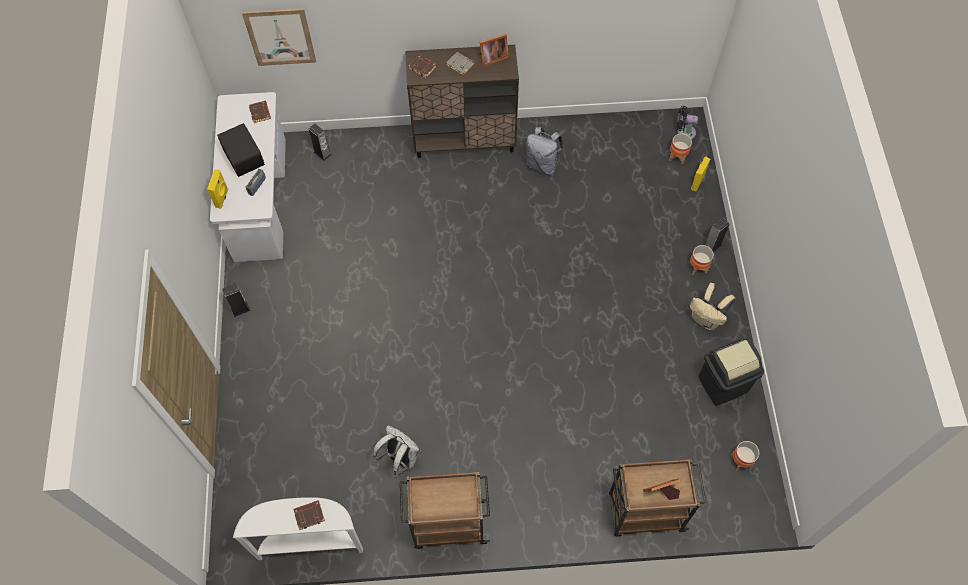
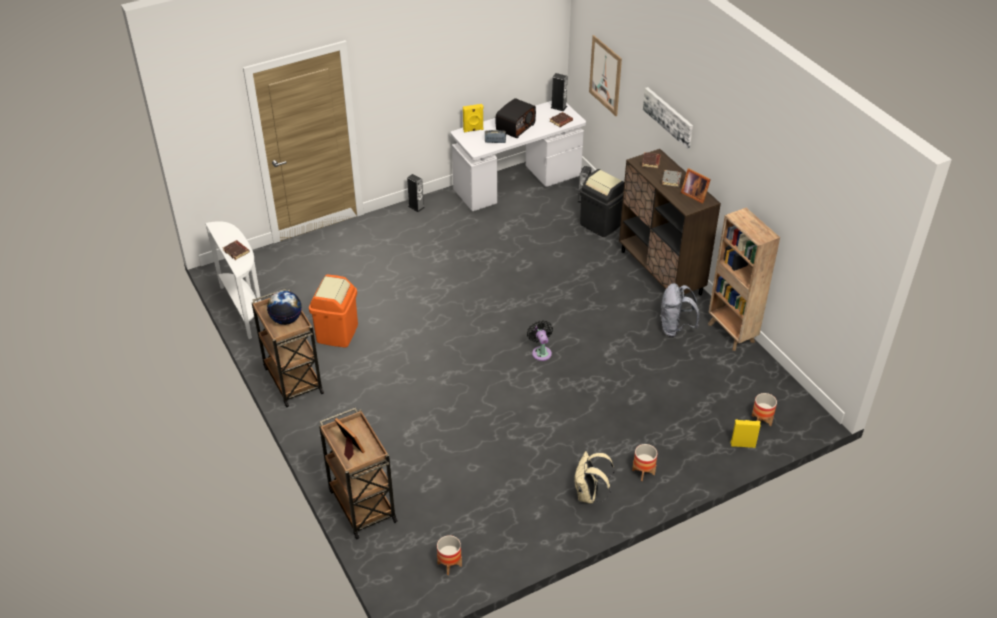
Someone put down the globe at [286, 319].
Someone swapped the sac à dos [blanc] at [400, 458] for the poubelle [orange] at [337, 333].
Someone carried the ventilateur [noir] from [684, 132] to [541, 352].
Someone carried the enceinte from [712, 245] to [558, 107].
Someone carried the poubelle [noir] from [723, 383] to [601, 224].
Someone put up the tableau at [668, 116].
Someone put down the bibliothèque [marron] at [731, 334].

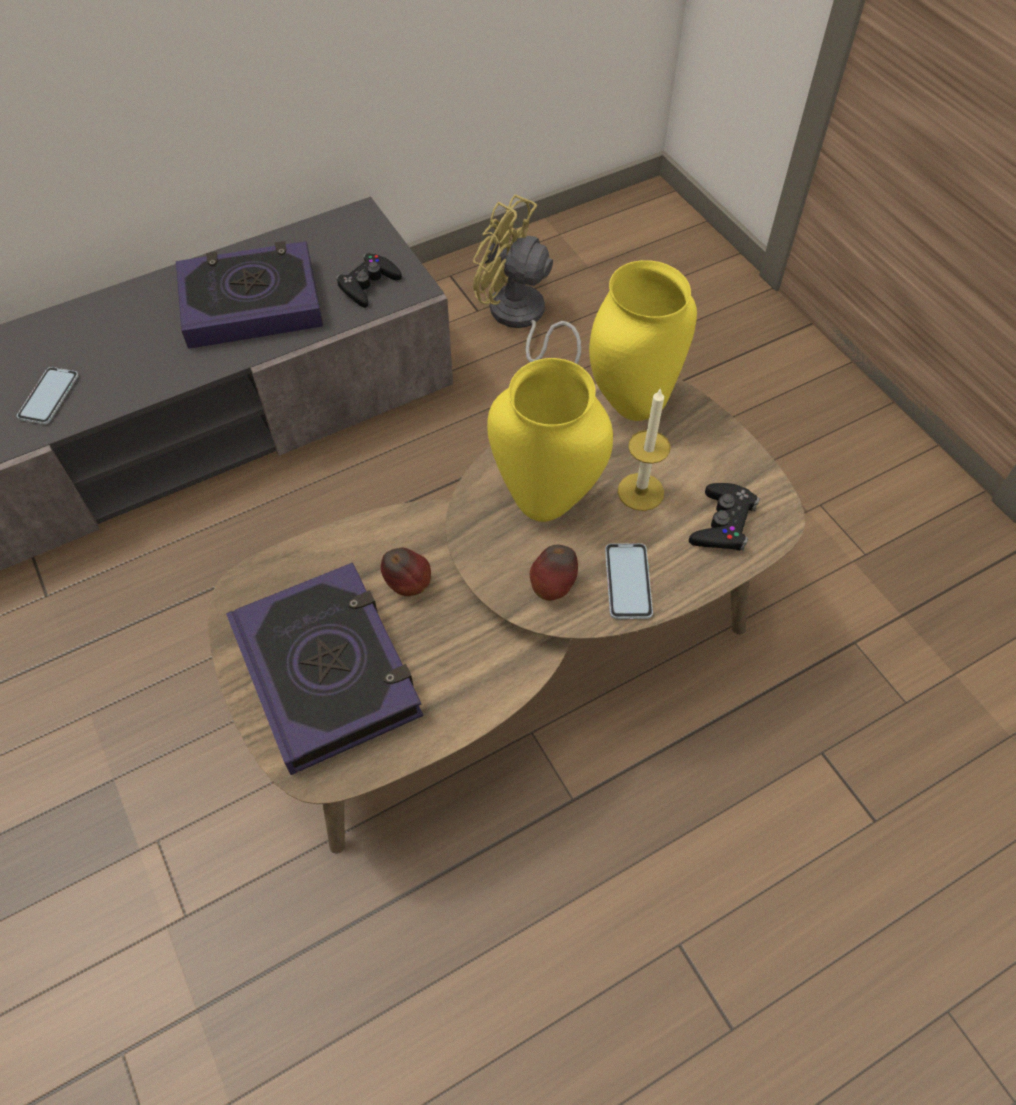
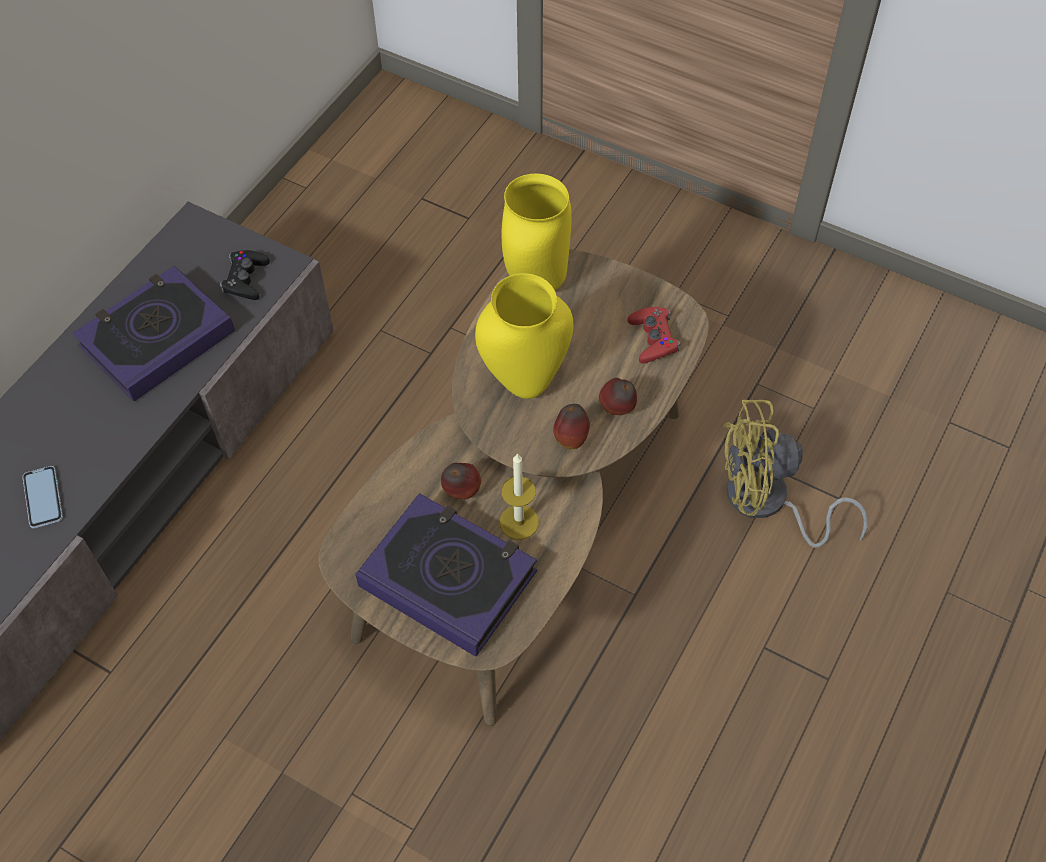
Someone carried the bougie from [640, 492] to [519, 522].
Someone swapped the téléphone at [628, 581] for the pomme at [617, 409].
Someone repainted the manette [noir] at [723, 523], which became the manette [rouge] at [653, 338].
Someone carried the ventilateur [jaune] from [520, 320] to [767, 504].

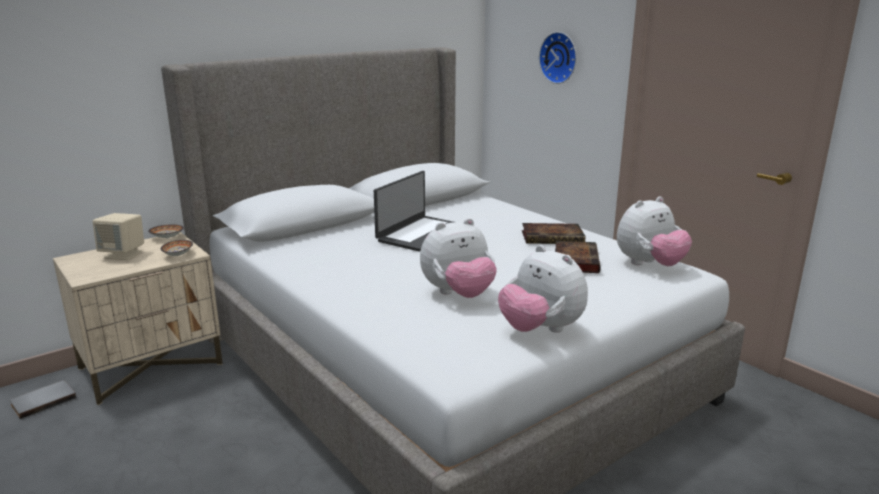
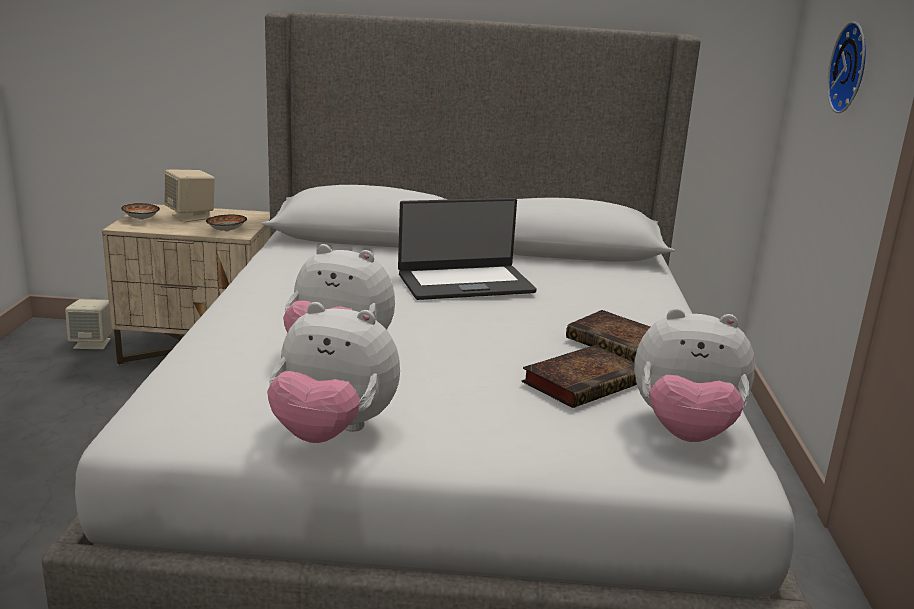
Someone swapped the livre [gris] at [43, 400] for the enceinte [beige] at [93, 343].
Someone carried the bol from [167, 237] to [141, 219].
Someone rotated the peluche at [540, 329] by 75 degrees counterclockwise.

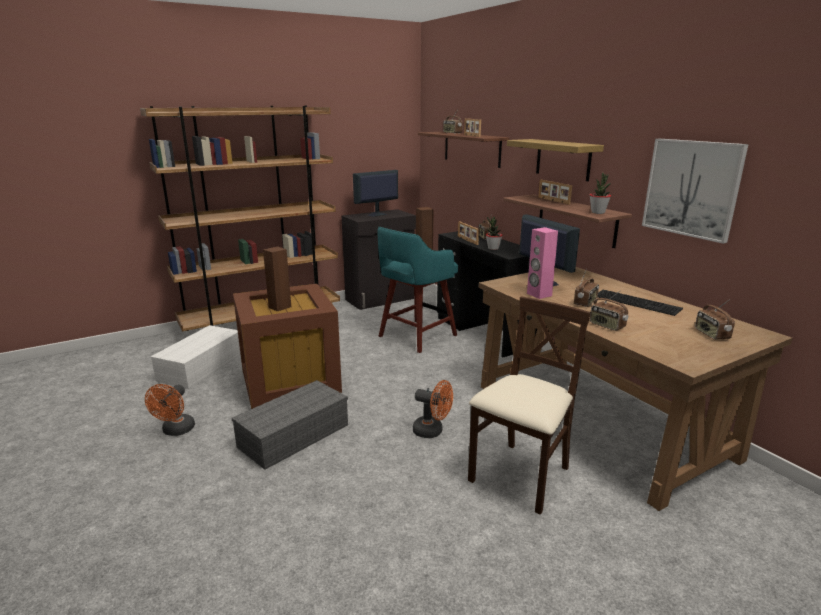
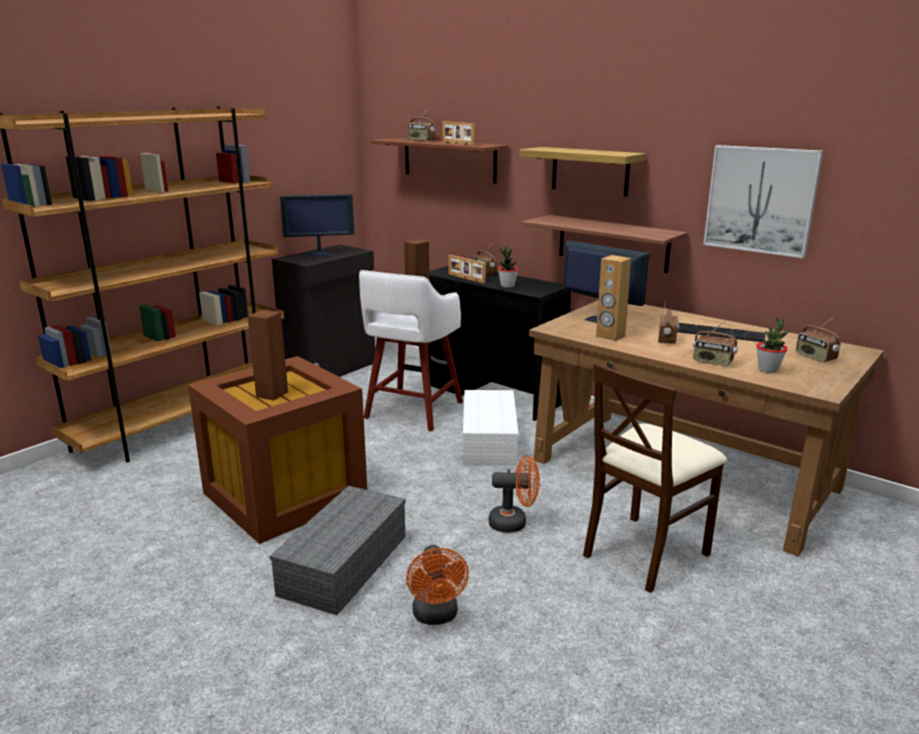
Someone rotated the écran d'ordinateur at [376, 214] by 135 degrees counterclockwise.
Someone repainted the tabouret [turquoise] at [415, 336], which became the tabouret [blanc] at [412, 411].
Someone carried the ventilateur [orange] from [176, 431] to [436, 616].
Someone carried the boîte de rangement [blanc] from [201, 366] to [487, 440].
Someone rotated the chaise [beige] at [520, 476] by 150 degrees counterclockwise.
Someone repainted the enceinte [rose] at [539, 294], which became the enceinte [marron] at [610, 336].
Someone carried the plante en pot from [598, 212] to [768, 370].
Someone took away the cadre photo at [553, 201].

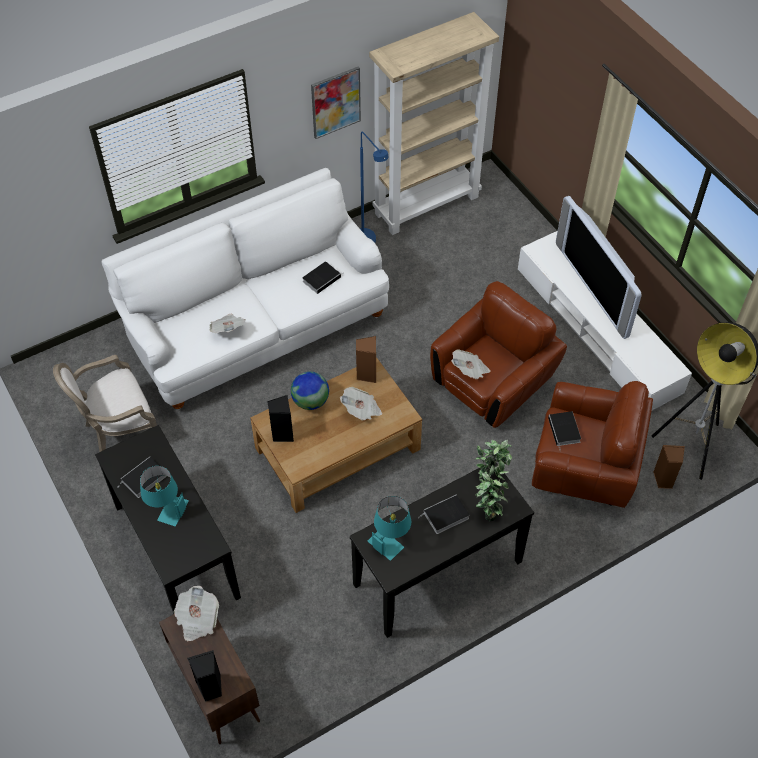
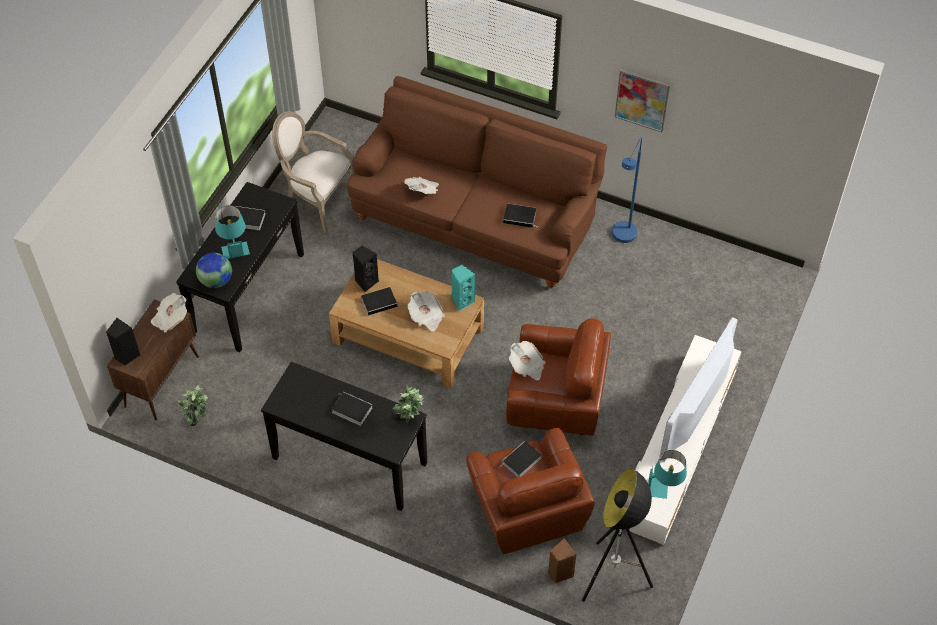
Someone carried the plante en pot from [488, 511] to [198, 419].
Someone carried the globe from [310, 401] to [216, 281].
Someone repainted the canapé [blanc] at [256, 328], which became the canapé [marron] at [475, 219].
Someone put down the livre at [380, 302].
Someone repainted the enceinte [marron] at [366, 374], which became the enceinte [turquoise] at [462, 300].
Someone carried the lampe de table [turquoise] from [390, 539] to [665, 486].
Someone took away the bibliothèque [beige] at [427, 204].

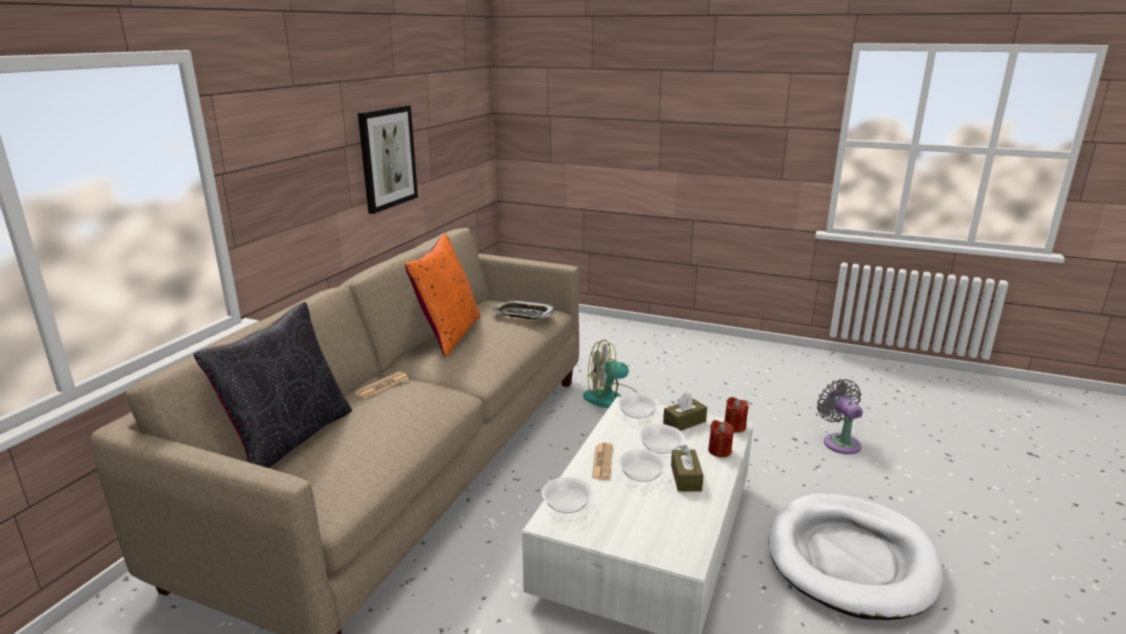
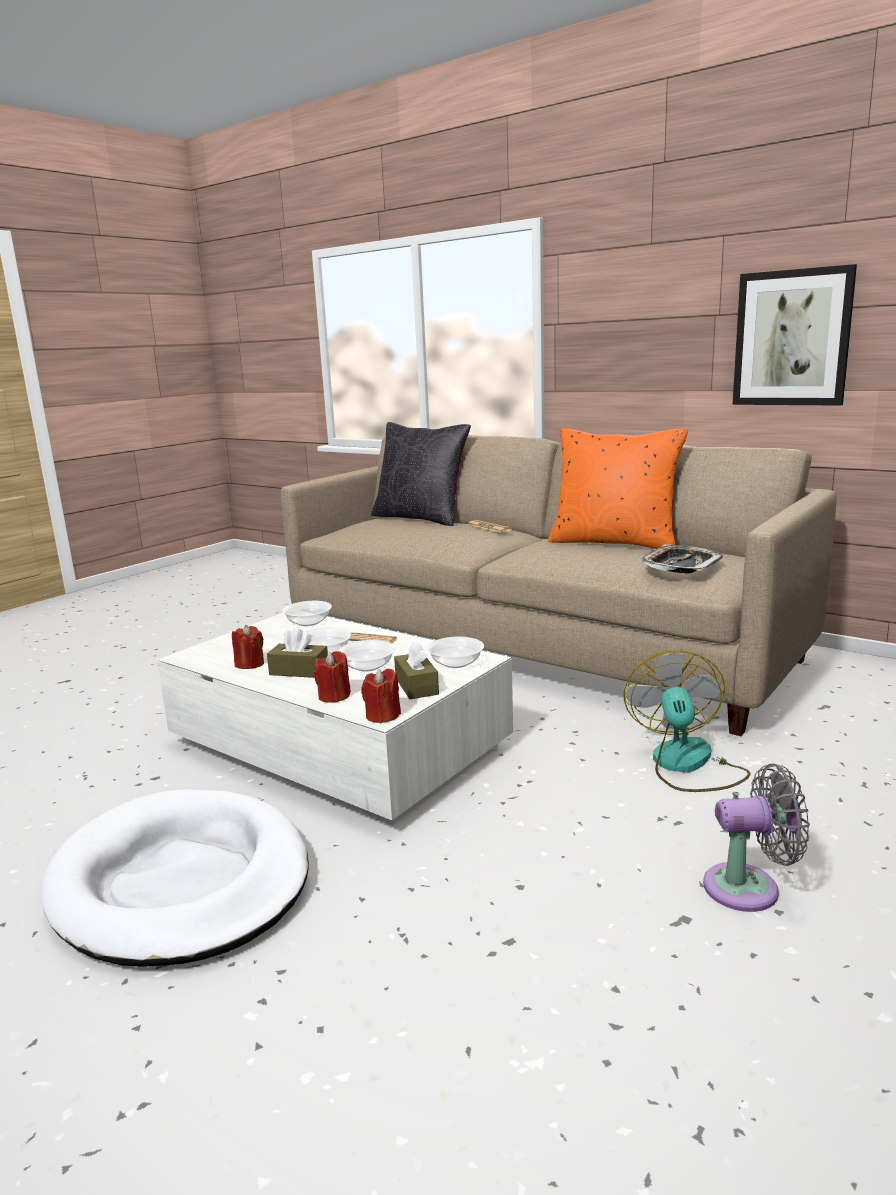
Someone put down the bougie [rouge] at [249, 664].
Someone carried the ventilateur [gris] from [839, 442] to [749, 888].

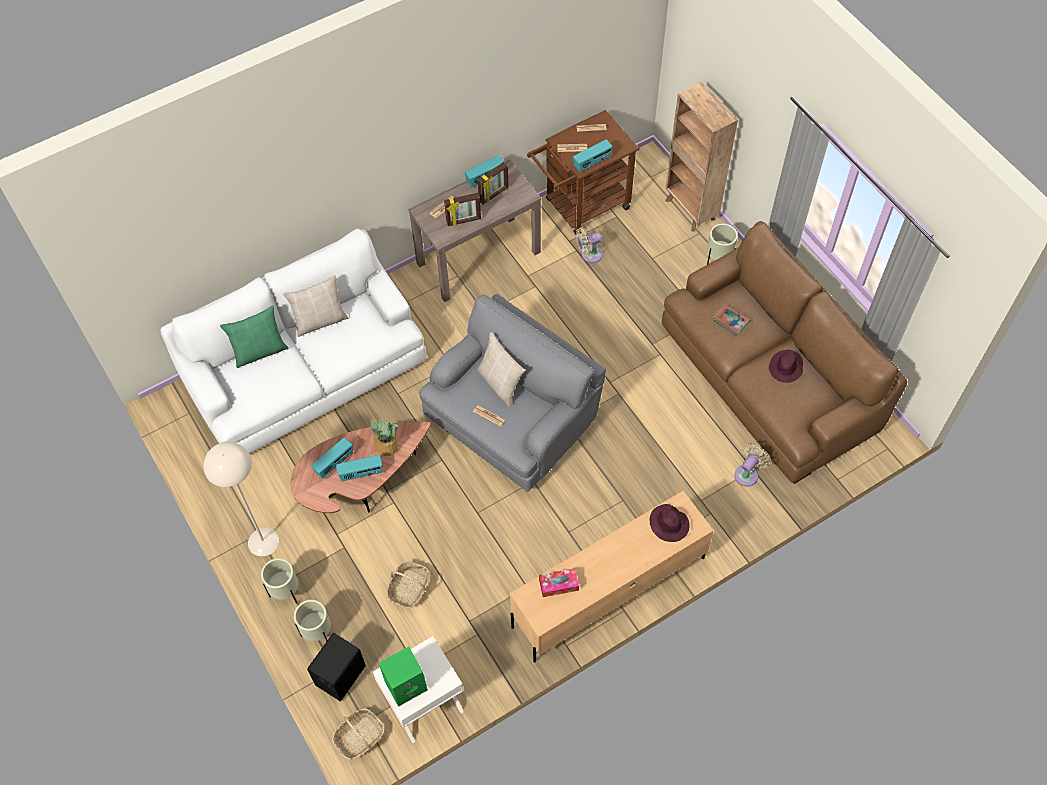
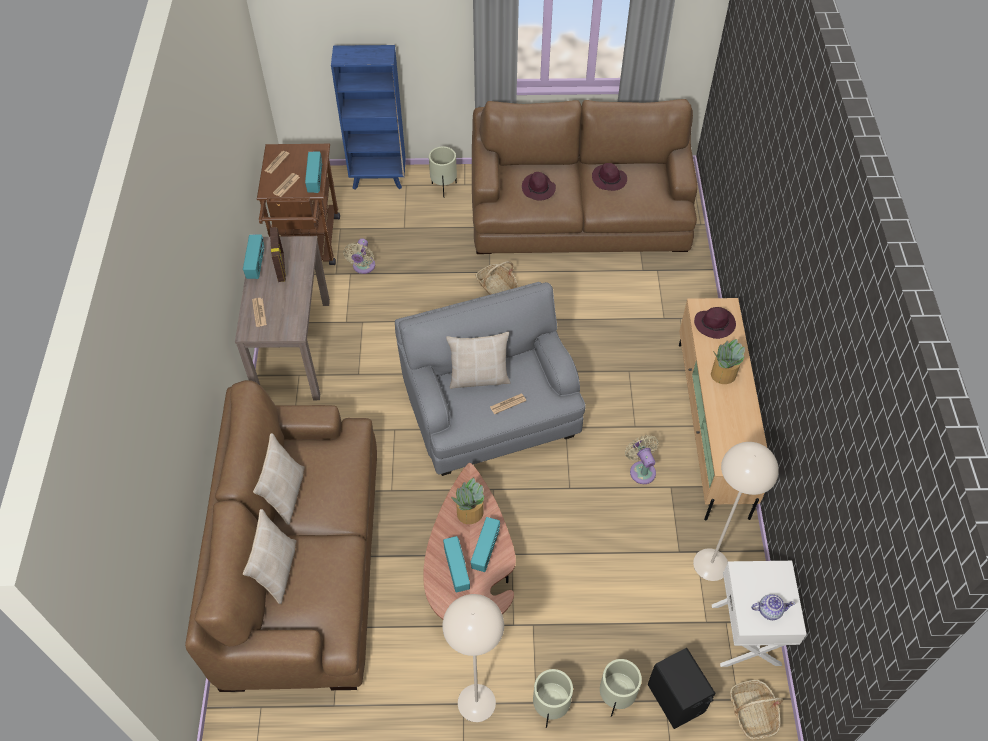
Someone repainted the canapé [blanc] at [306, 372], which became the canapé [marron] at [302, 561].
Someone repainted the coussin [vert] at [260, 351], which became the coussin [beige] at [277, 570].
Someone repainted the bibliothèque [marron] at [690, 210], which became the bibliothèque [bleu] at [379, 179].
Someone carried the panier from [409, 588] to [497, 287].
Someone swapped the livre at [731, 321] for the chapeau [violet] at [538, 189].
Someone carried the ventilateur [beige] from [748, 473] to [641, 470].
Someone put down the lampadaire [beige] at [710, 564].
Someone put down the plante en pot at [722, 374].
Someone swapped the enceinte [vert] at [406, 684] for the théière at [769, 610].
Someone took away the cadre photo at [463, 221].
Someone took away the boîte à mouchoirs at [558, 585].

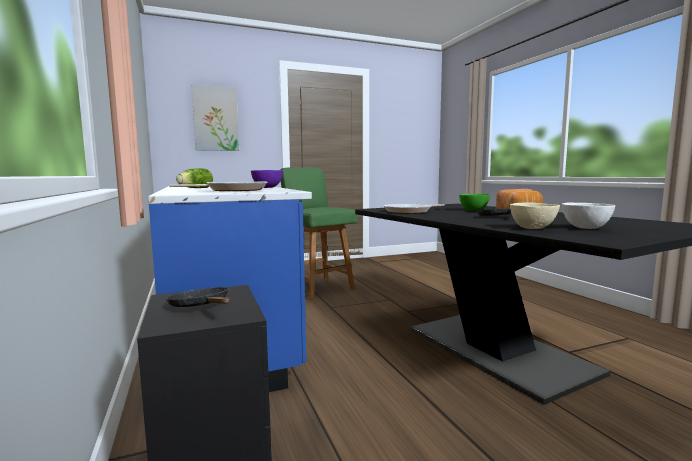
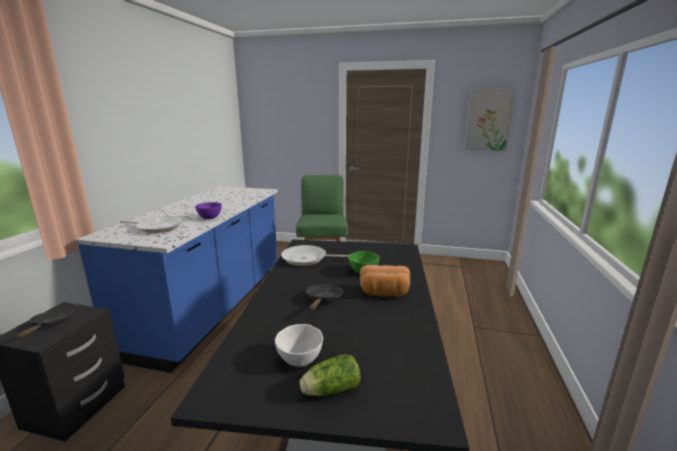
Someone carried the laitue from [194, 188] to [329, 390].
Someone carried the tableau from [215, 118] to [488, 120].
Someone took away the bol [beige] at [533, 228].

